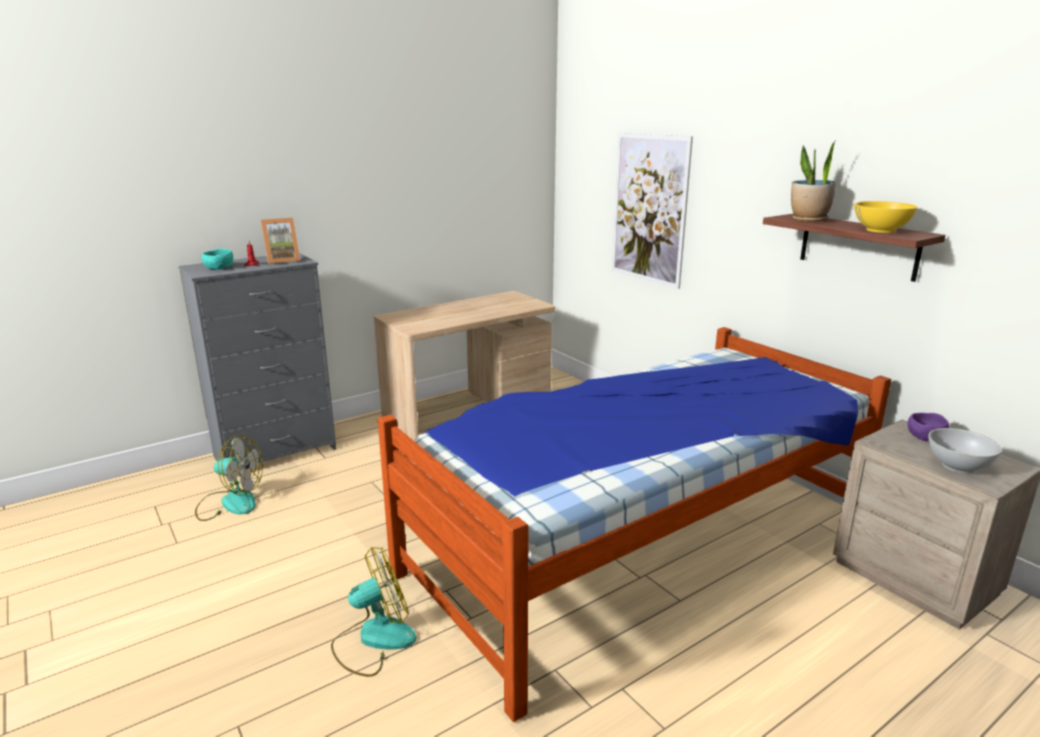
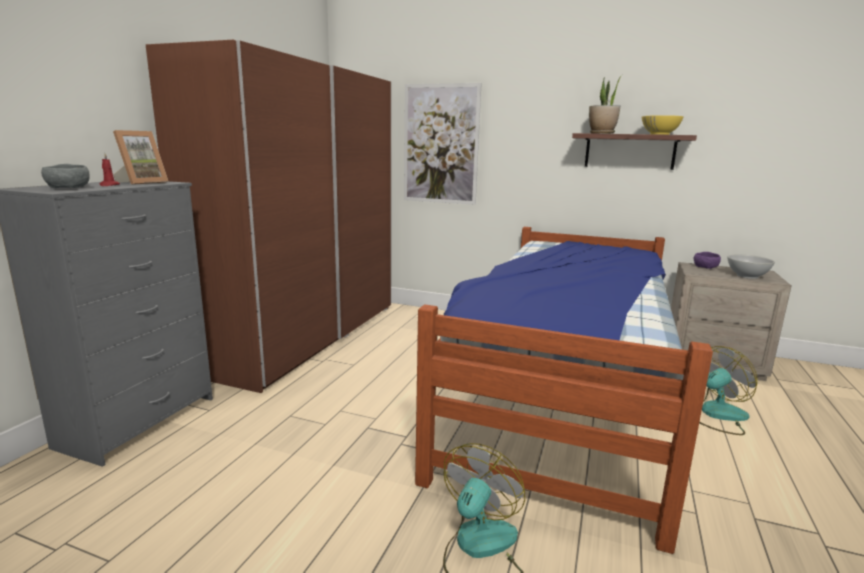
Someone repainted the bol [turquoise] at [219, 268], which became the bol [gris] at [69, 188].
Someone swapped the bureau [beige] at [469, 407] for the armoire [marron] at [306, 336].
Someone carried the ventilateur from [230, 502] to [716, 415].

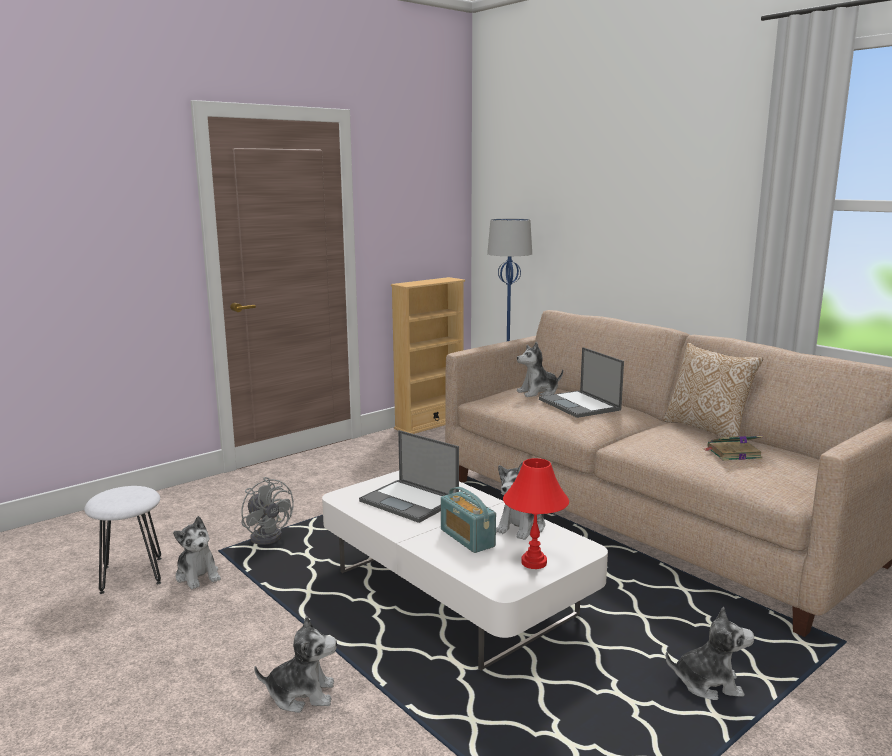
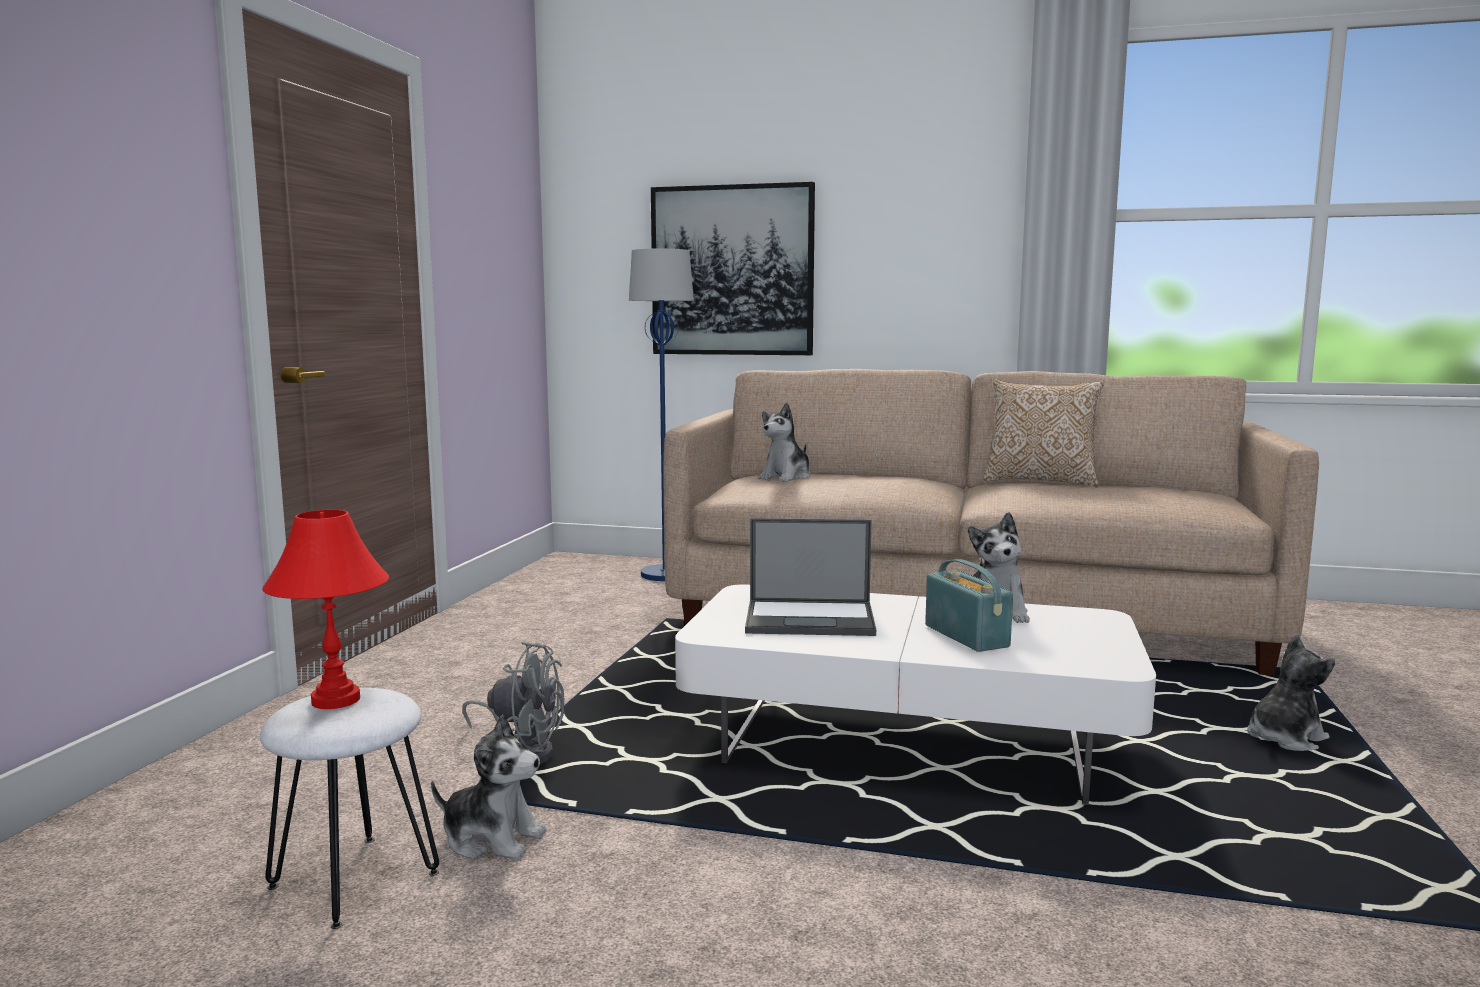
Someone carried the lampe de table [rouge] from [533, 562] to [335, 700].
Someone put up the tableau at [732, 271].
Someone rotated the radio at [467, 538] by 135 degrees counterclockwise.
Someone took away the peluche at [301, 694].
Someone took away the bibliothèque [beige] at [430, 424].
Someone took away the ordinateur portable at [580, 405].
Someone took away the livre at [732, 453].

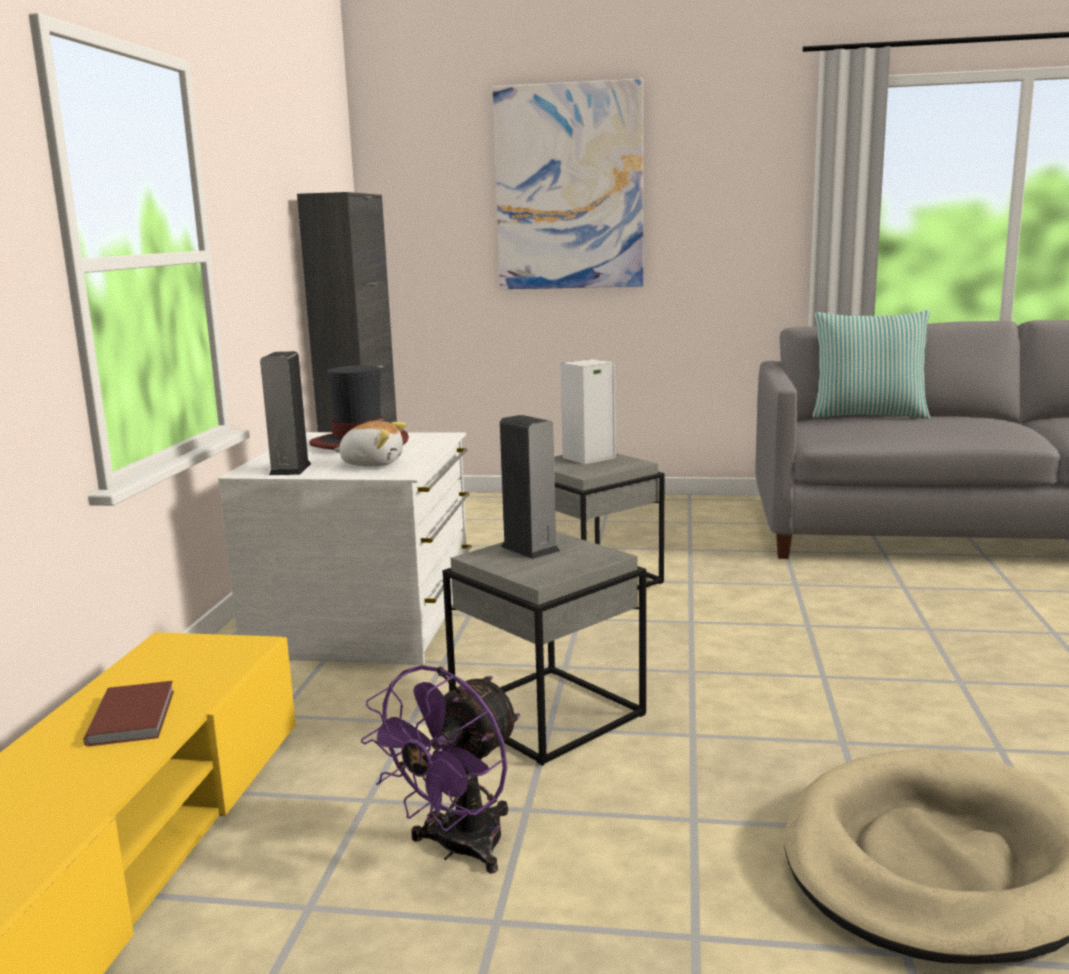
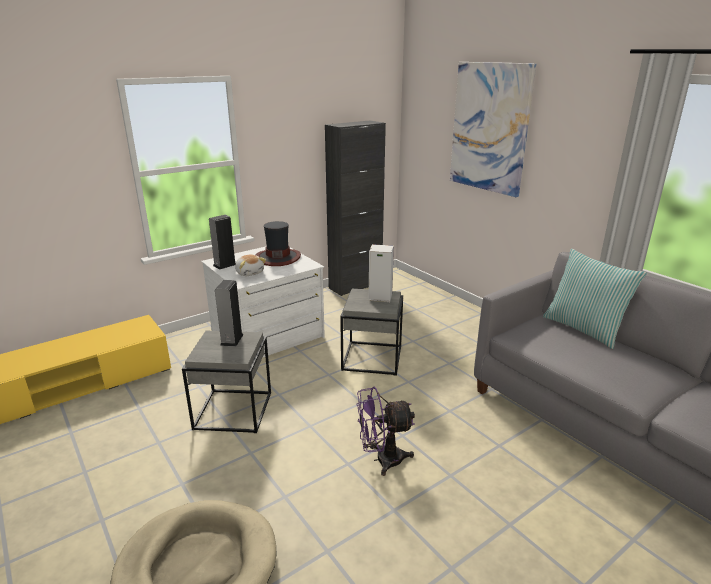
Someone carried the ventilateur [violet] from [458, 849] to [382, 460].
Someone took away the livre [marron] at [135, 716].

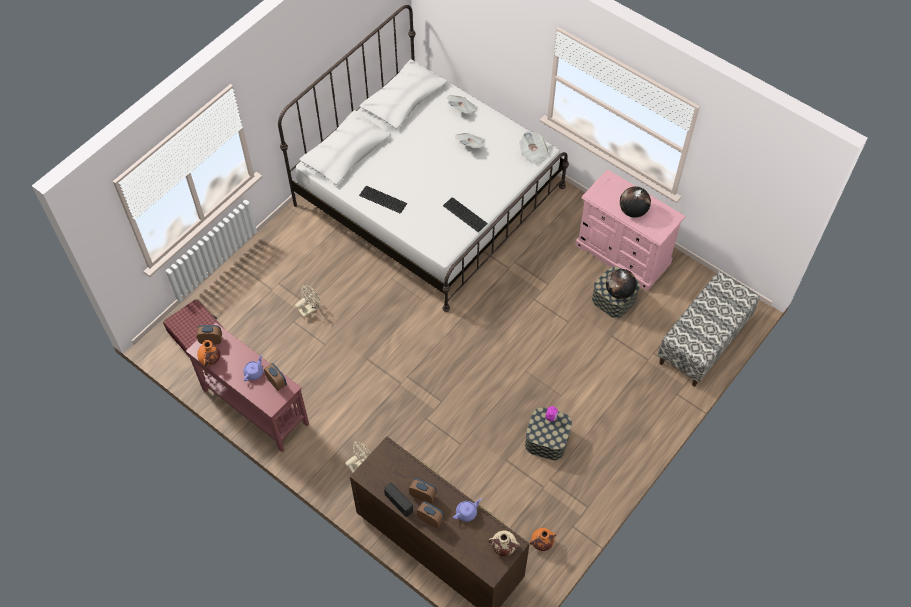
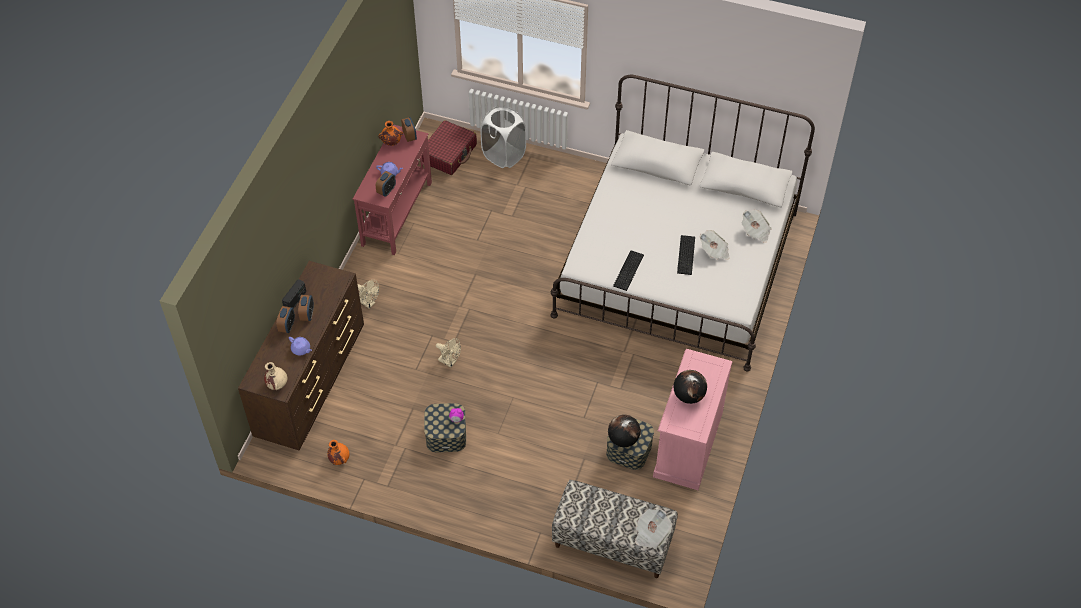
Someone carried the ventilateur [beige] from [310, 309] to [449, 362].
Someone put down the panier à linge [blanc] at [503, 155].
Someone carried the journal from [533, 154] to [651, 534].
Someone carried the clavier from [383, 198] to [687, 254].

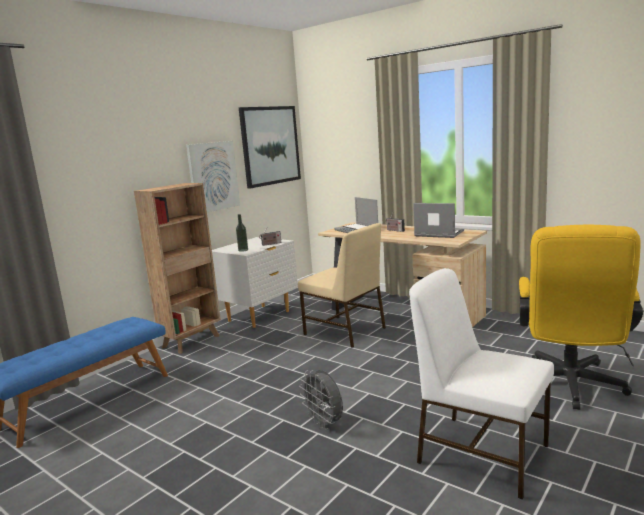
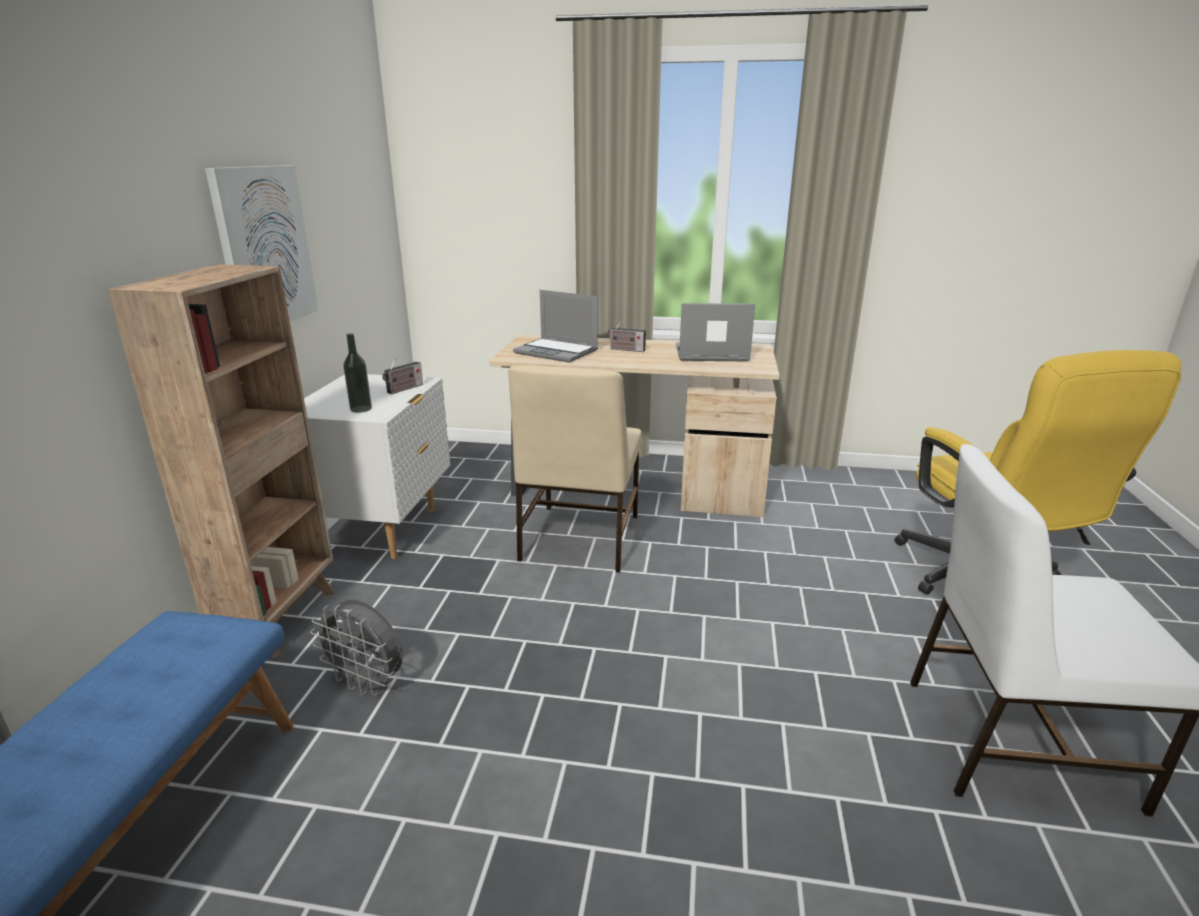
Someone carried the ventilateur [gris] from [325, 423] to [367, 683].
Someone rotated the chaise [beige] at [345, 331] by 90 degrees clockwise.
Someone took away the tableau at [270, 145].

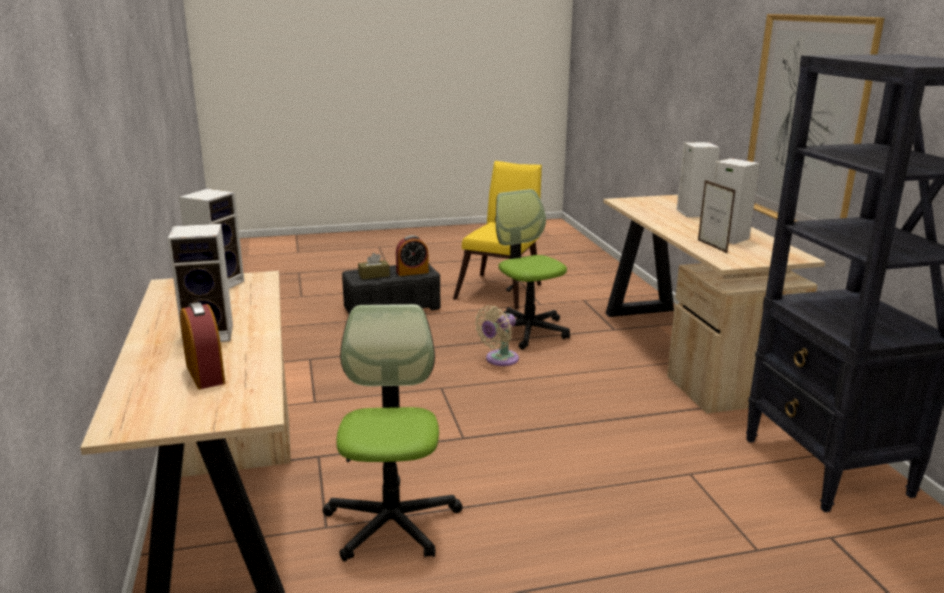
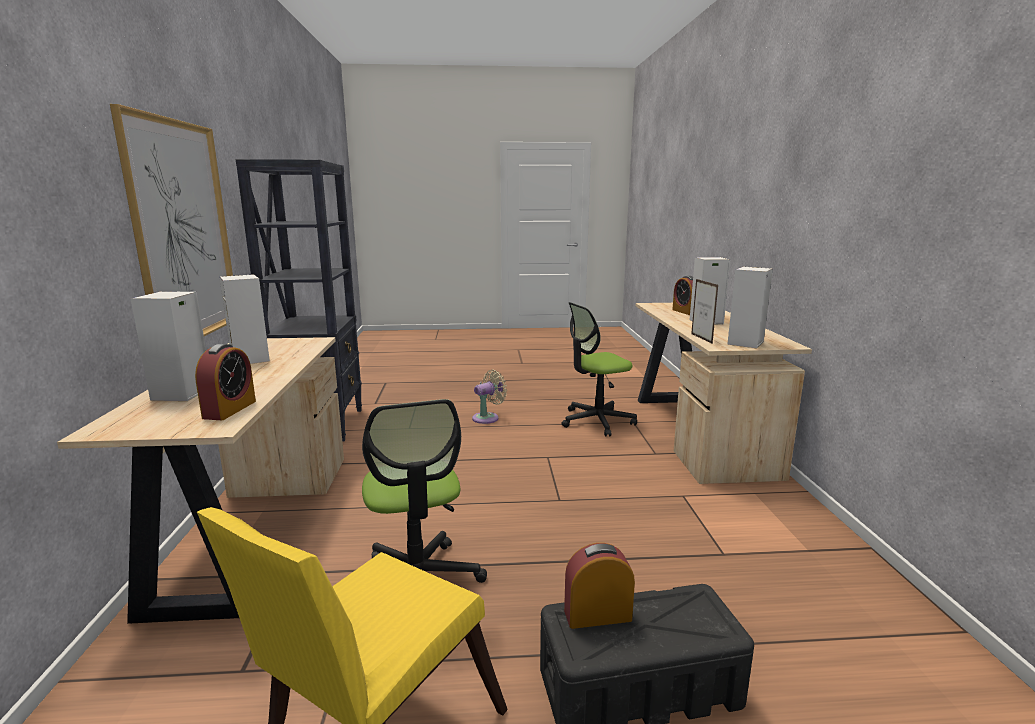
Someone put down the réveil at [229, 409].
Someone carried the ventilateur [beige] from [499, 360] to [488, 418].
Someone rotated the chaise de bureau at [392, 522] by 60 degrees clockwise.
Someone carried the cadre photo from [712, 247] to [701, 339].
Someone took away the boîte à mouchoirs [marron] at [374, 275].

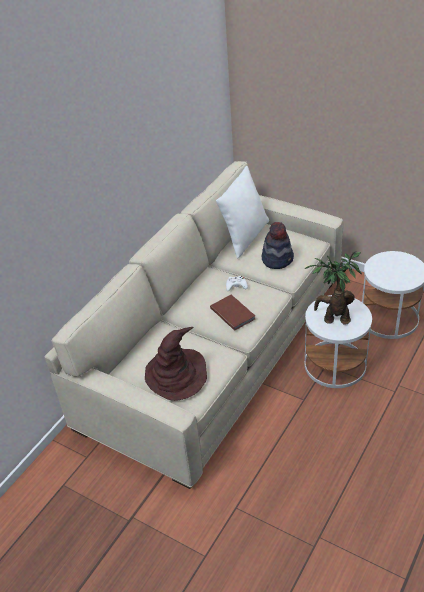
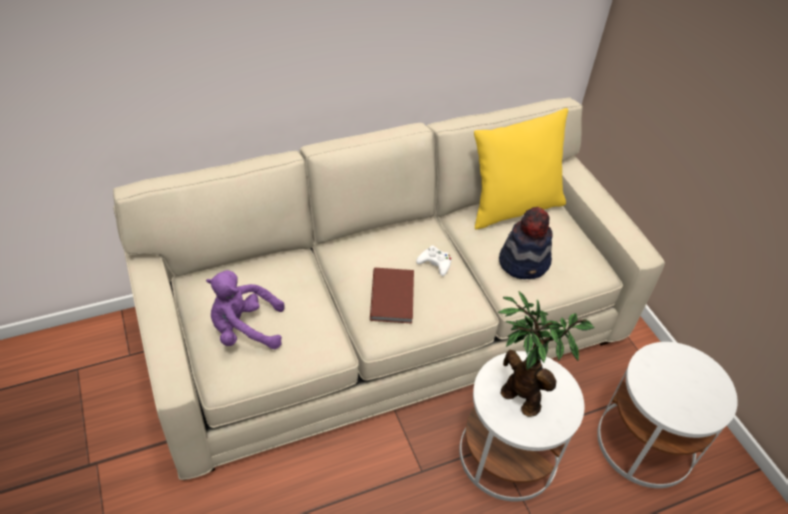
Someone swapped the chapeau [marron] at [176, 375] for the peluche [violet] at [244, 329].
Someone repainted the coussin [blanc] at [244, 237], which became the coussin [jaune] at [513, 207].

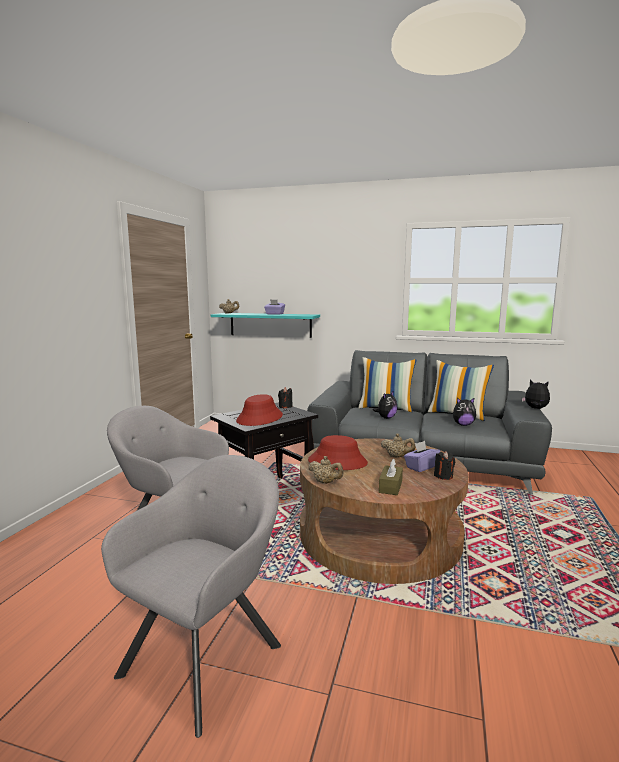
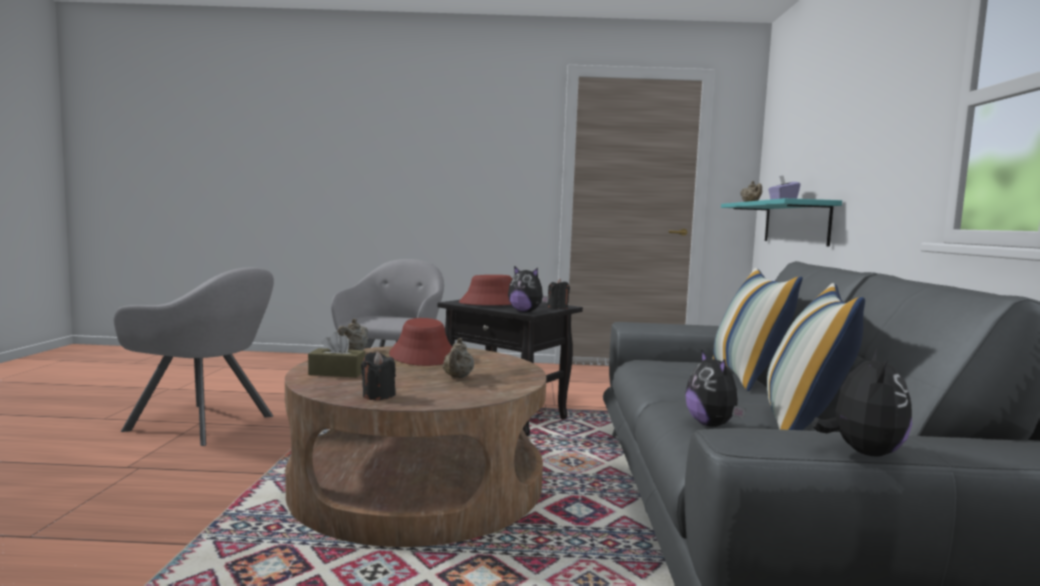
Someone carried the peluche from [386, 418] to [526, 312].
Someone took away the boîte à mouchoirs [violet] at [421, 467].

